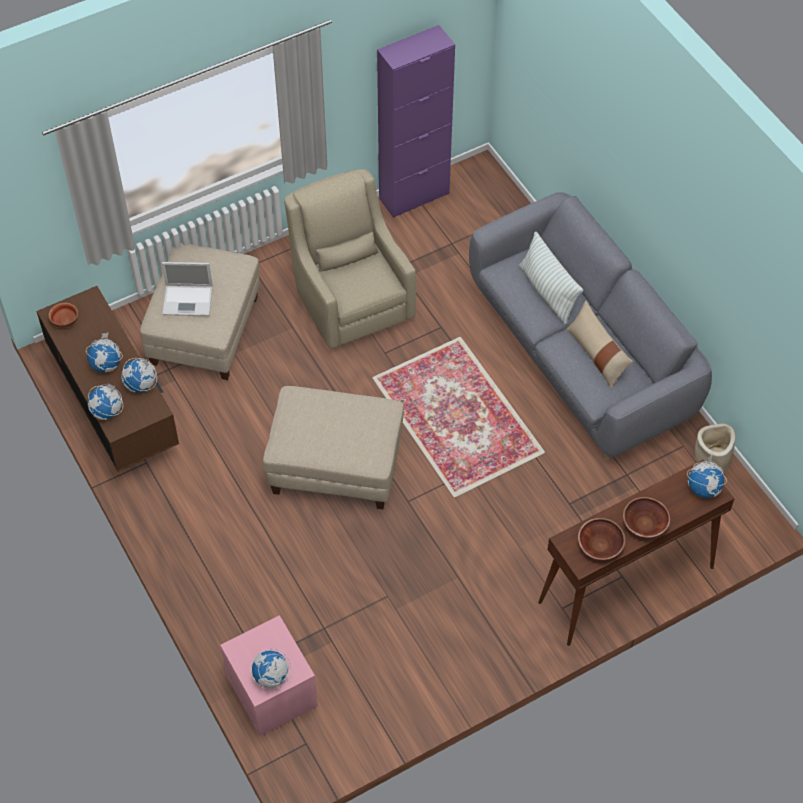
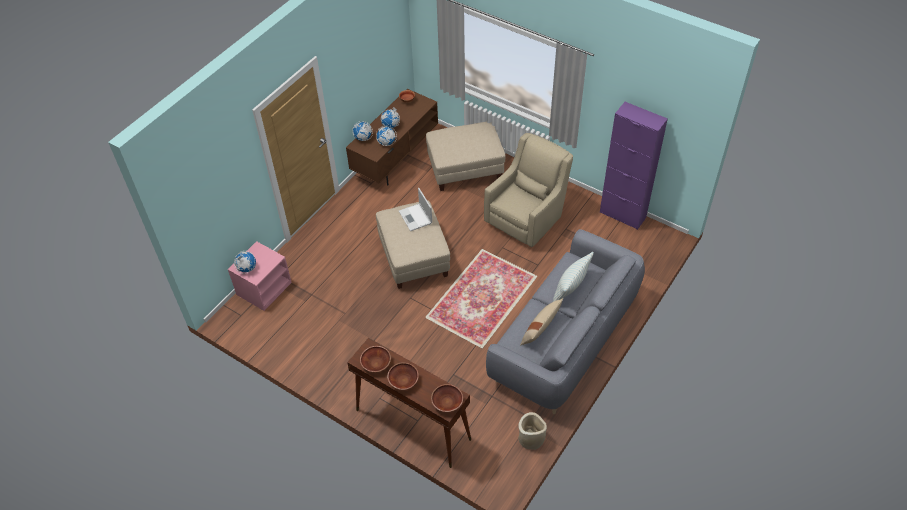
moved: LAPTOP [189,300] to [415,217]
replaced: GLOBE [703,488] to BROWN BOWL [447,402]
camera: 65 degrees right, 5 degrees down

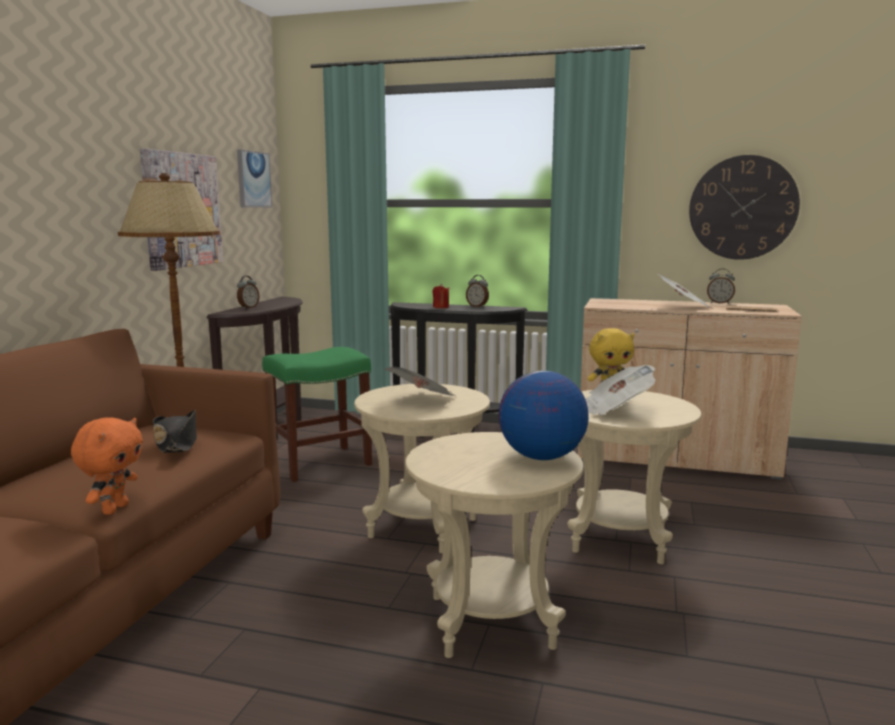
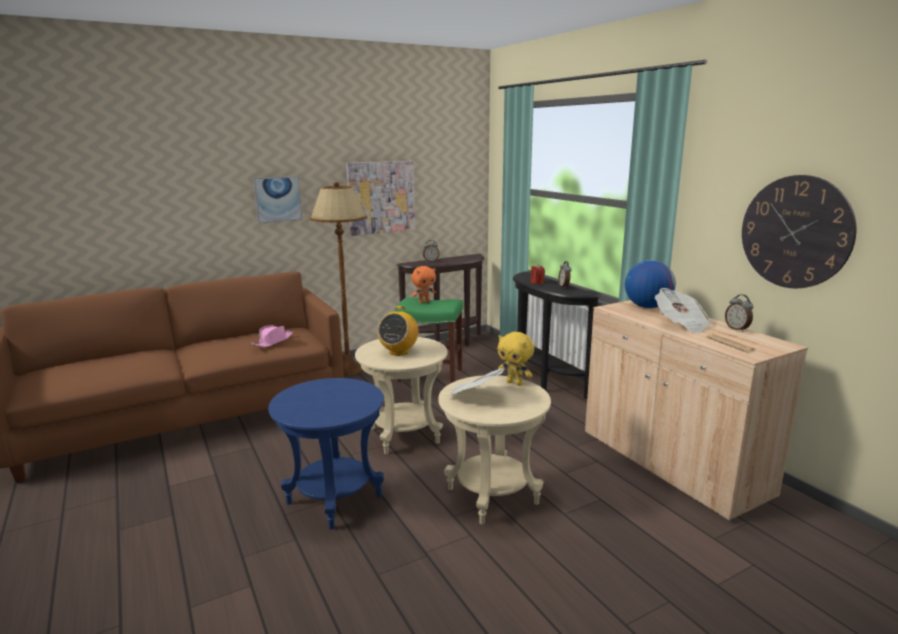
moved: PICTURE [253,179] to [277,199]; GLOBE [541,457] to [647,307]; ORANGE PLUSH TOY [114,509] to [424,302]
replaced: NEWSPAPER [422,400] to RADIO [398,352]
recoloured: BLACK HAT [177,443] to PINK HAT [273,341]; BEIGE SIDE TABLE [491,621] to BLUE SIDE TABLE [334,499]
camera: 45 degrees right, 5 degrees up

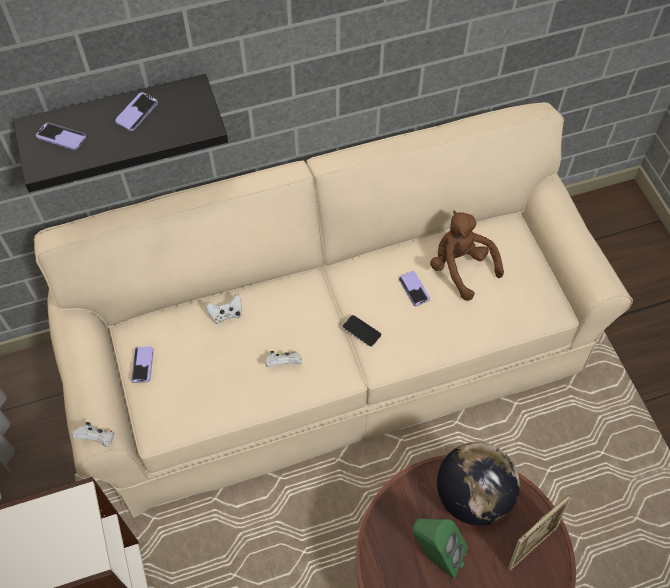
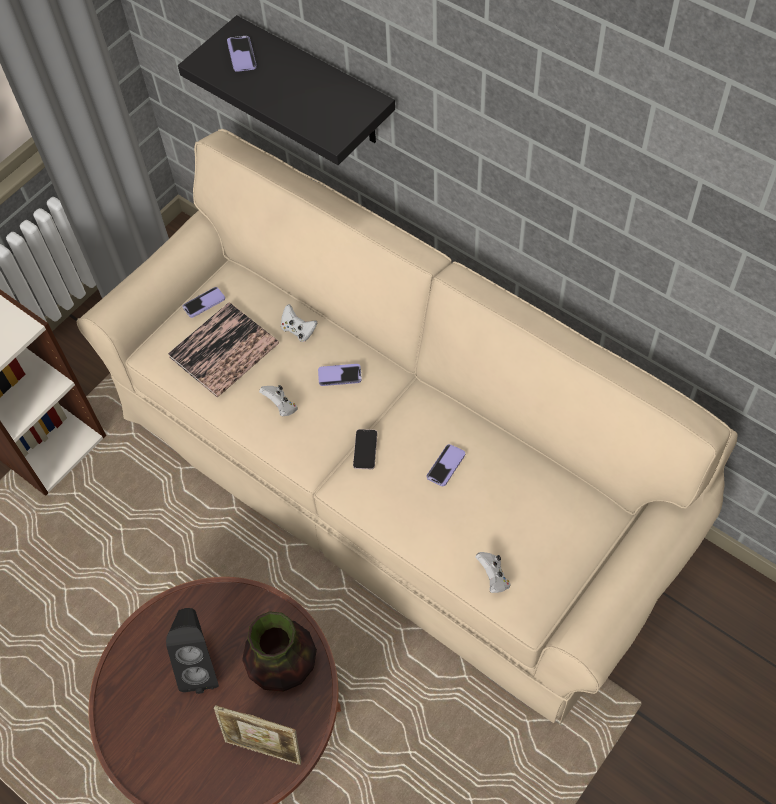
removed: BROWN PLUSH TOY [460,268]
added: BOOK [224,350]
moved: PHONE [137,113] to [339,375]; WHITE GAME CONTROLLER [97,439] to [493,577]
replaced: GLOBE [472,496] to VASE [283,665]
recoloured: GREEN SPEAKER [435,555] to BLACK SPEAKER [201,664]
camera: 60 degrees right, 0 degrees up

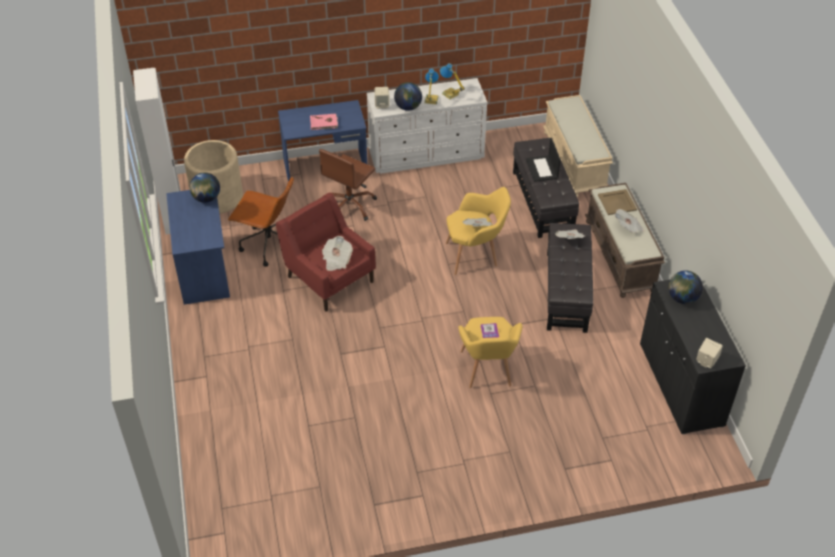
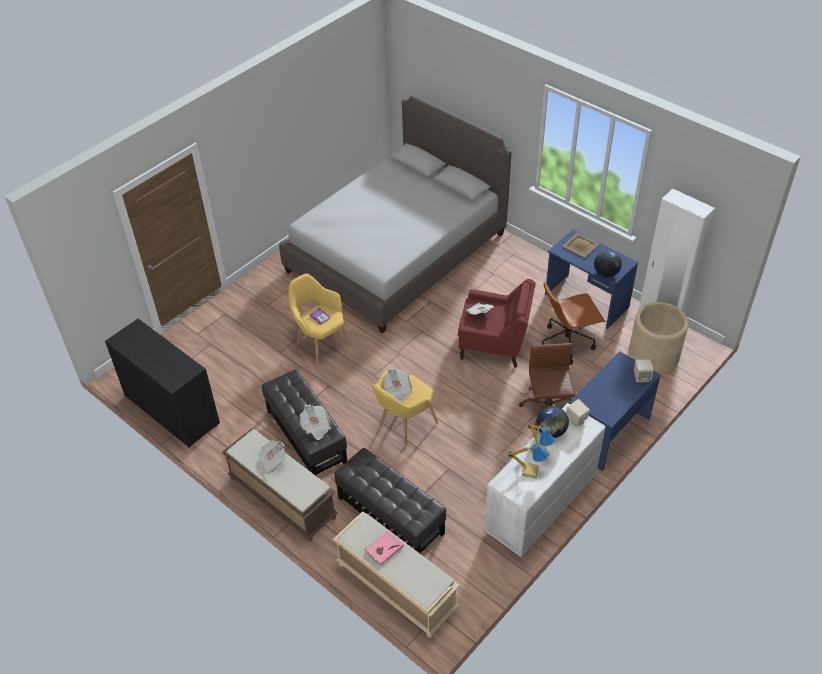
removed: LAPTOP [542,169]; GLOBE [682,298]
added: GREY BED [397,252]
moved: PINK BOOK [324,123] to [384,548]; BEIGE TRAY [616,202] to [581,245]; BEIGE SPEAKER [706,361] to [641,377]
camera: 145 degrees right, 0 degrees up

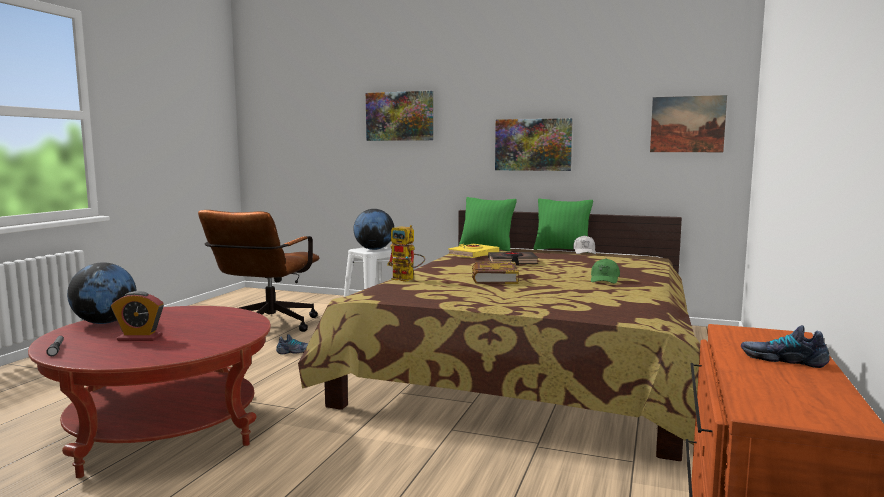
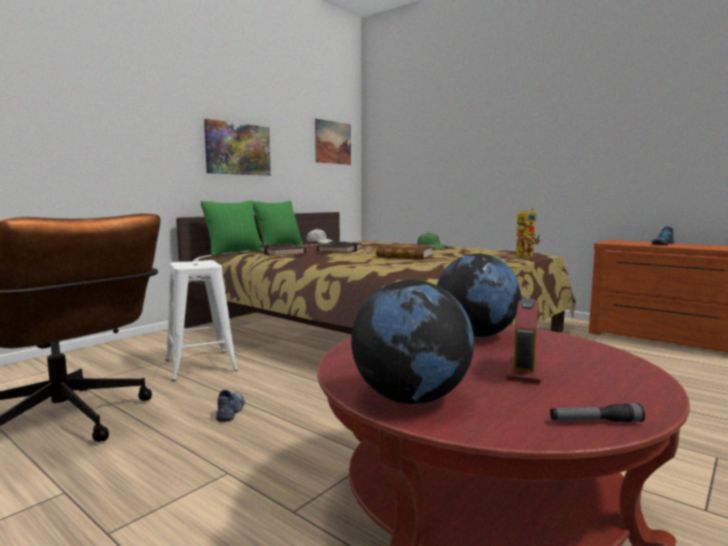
removed: PICTURE [399,116]
moved: GLOBE [374,249] to [475,335]; TOY ROBOT [407,279] to [525,256]
recoloured: YELLOW BOOK [473,254] to BLACK BOOK [282,253]
camera: 70 degrees left, 0 degrees up

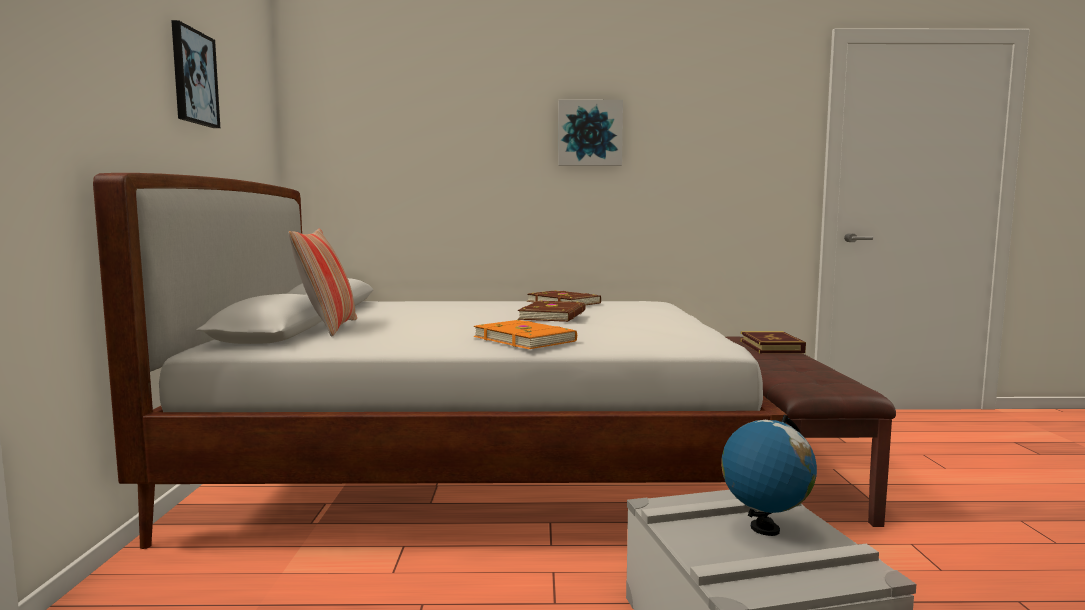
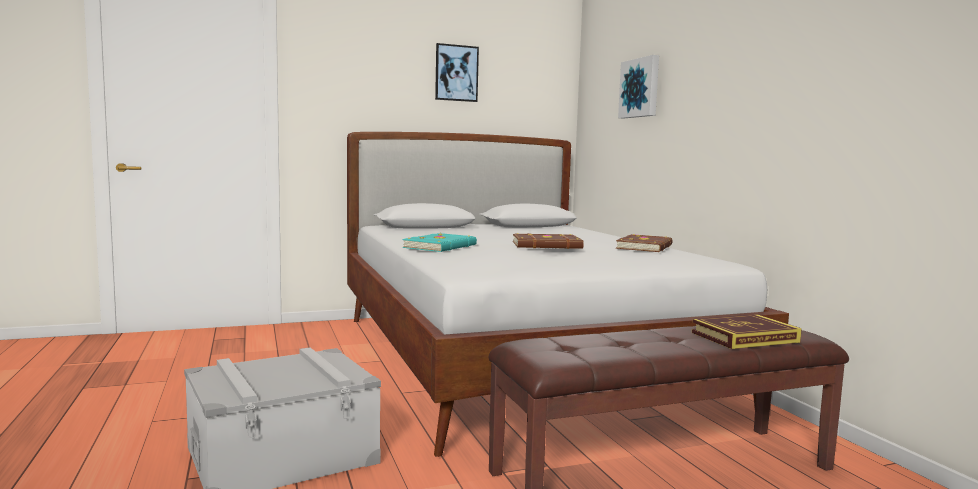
removed: PILLOW [328,327]; GLOBE [764,528]
moved: PICTURE [589,133] to [640,88]
recoloured: ORANGE BOOK [525,339] to TURQUOISE BOOK [441,246]
camera: 70 degrees right, 0 degrees up

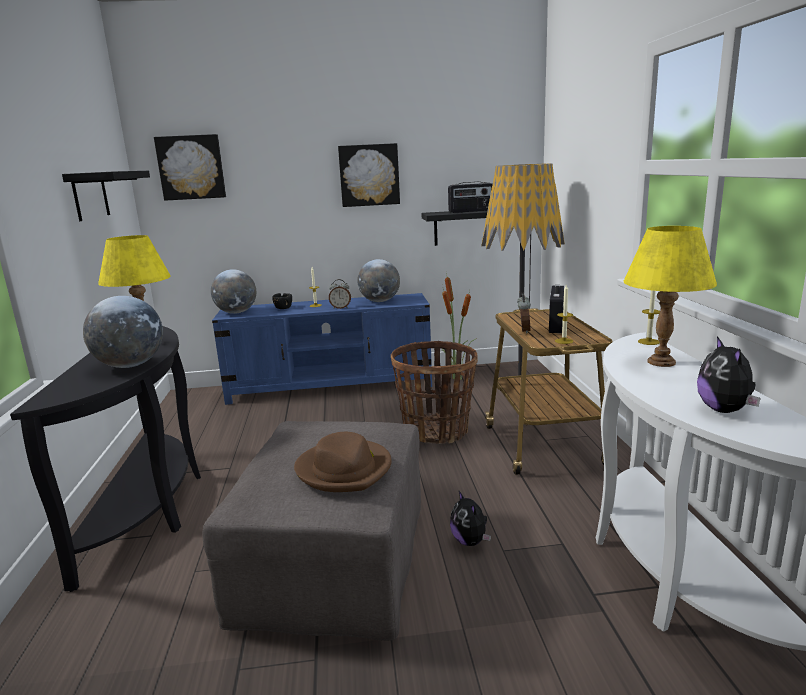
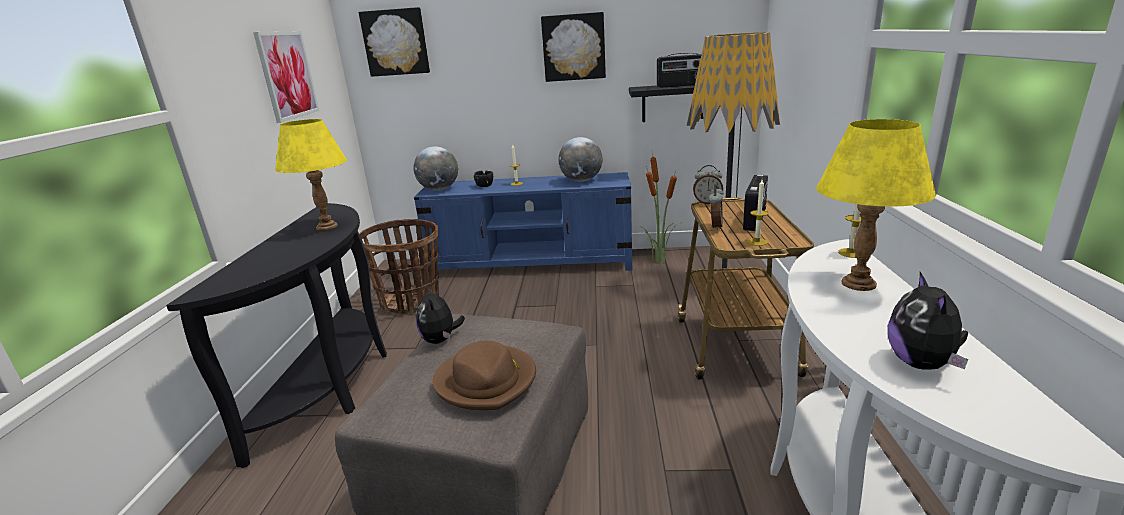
removed: GLOBE [130,365]
moved: ALARM CLOCK [340,308] to [707,203]; BASKET [436,431] to [411,302]; PLUSH TOY [470,541] to [441,340]
replaced: BLACK SHELF [90,195] to PICTURE [287,75]
camera: 10 degrees right, 5 degrees up

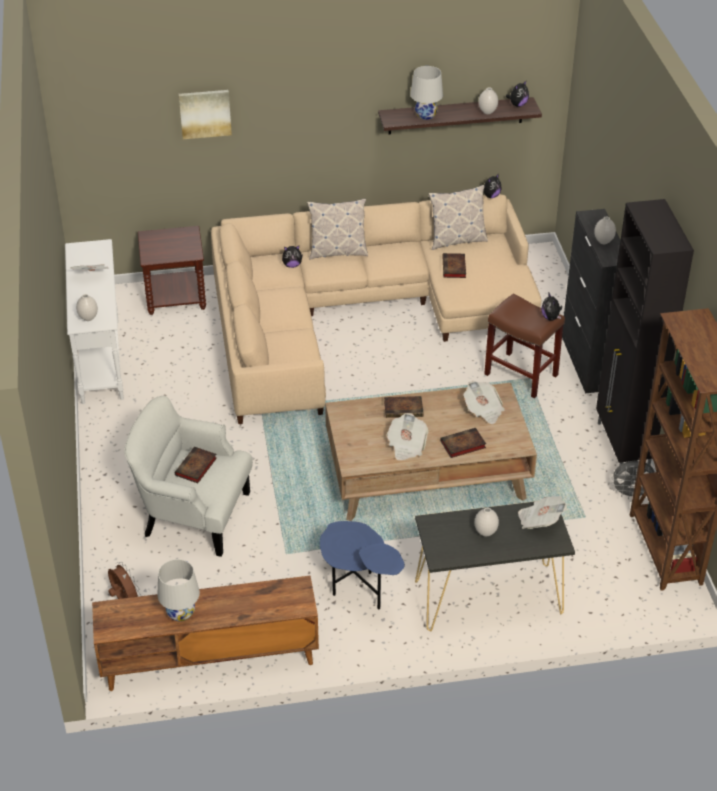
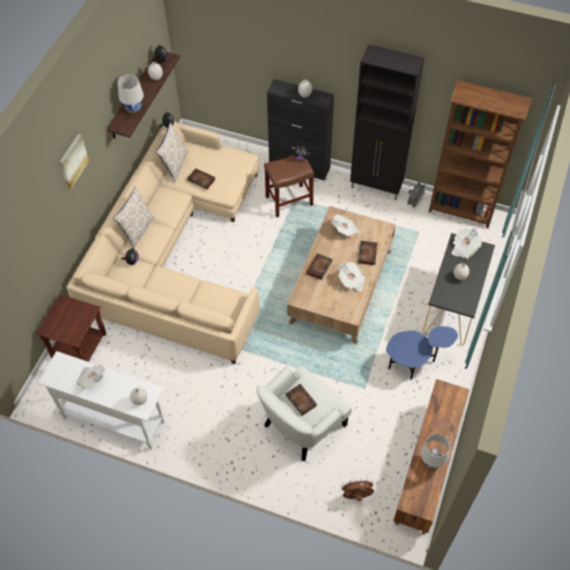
moved: PICTURE [205,113] to [73,161]
camera: 60 degrees left, 15 degrees up

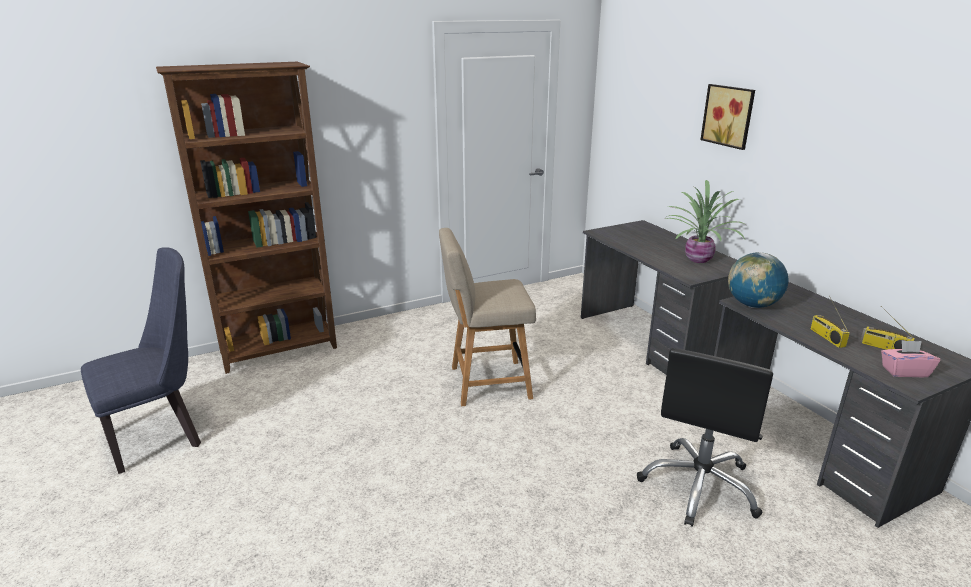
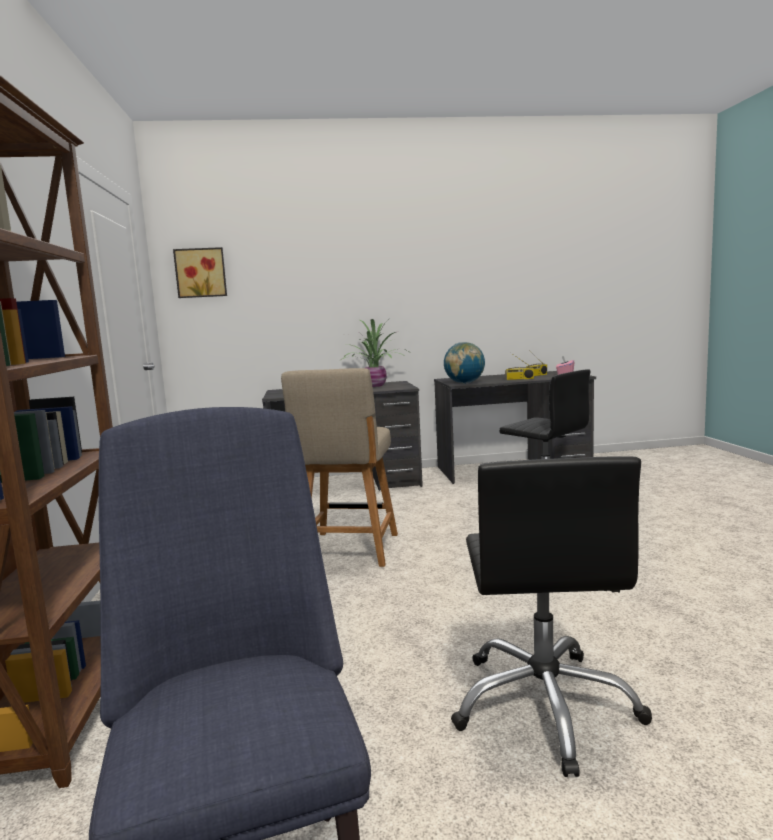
added: BLACK OFFICE CHAIR [545,705]
moved: PICTURE [729,116] to [201,273]
camera: 70 degrees left, 15 degrees down

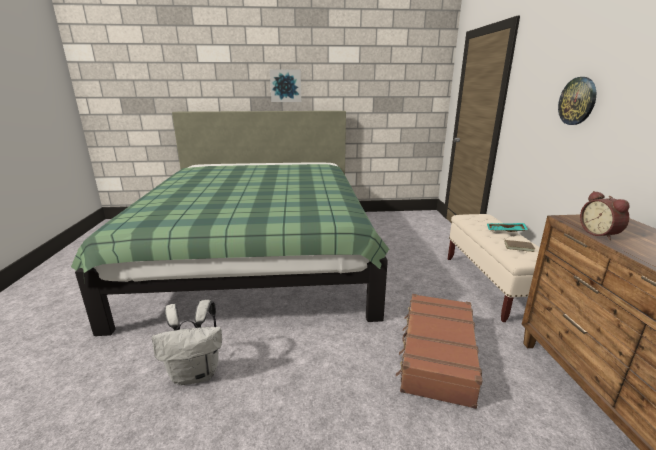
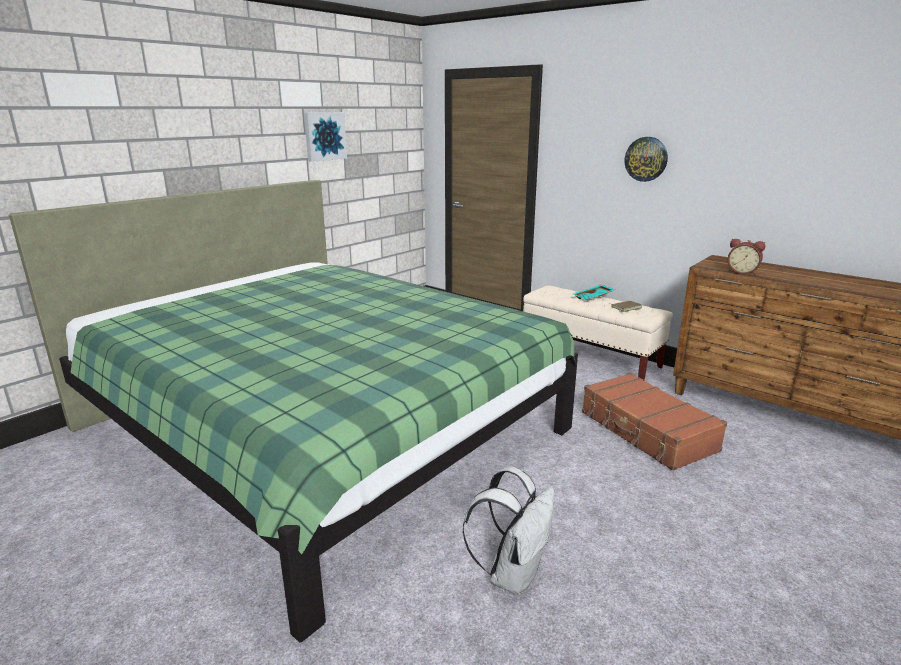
moved: PICTURE [285,85] to [324,136]
camera: 45 degrees left, 0 degrees up

